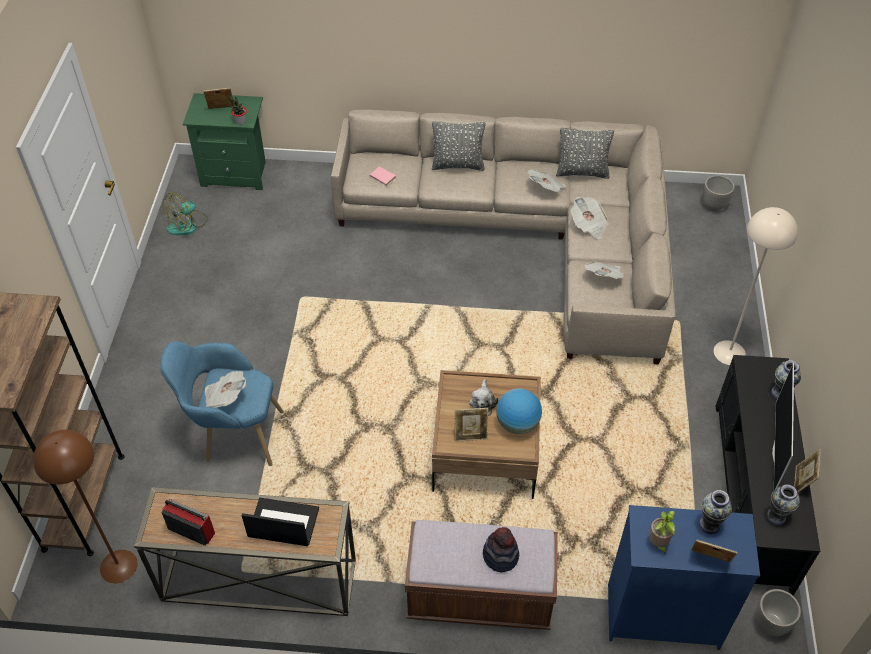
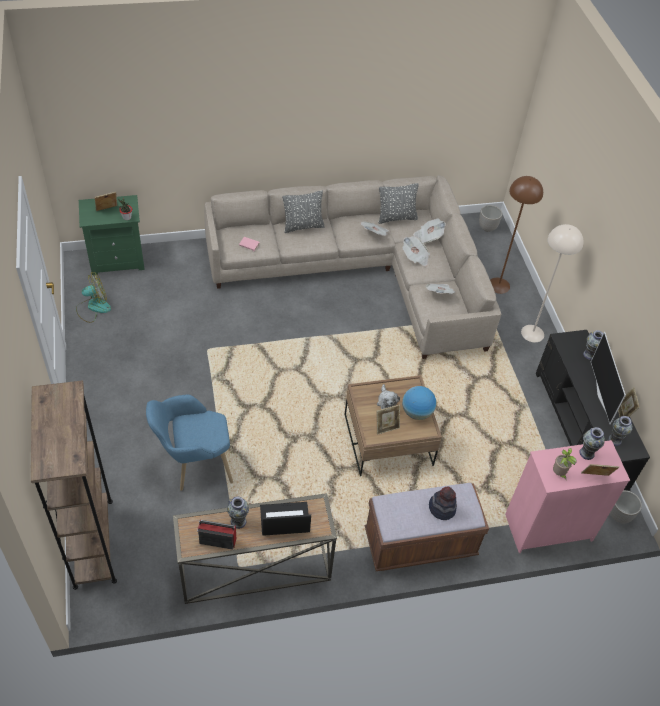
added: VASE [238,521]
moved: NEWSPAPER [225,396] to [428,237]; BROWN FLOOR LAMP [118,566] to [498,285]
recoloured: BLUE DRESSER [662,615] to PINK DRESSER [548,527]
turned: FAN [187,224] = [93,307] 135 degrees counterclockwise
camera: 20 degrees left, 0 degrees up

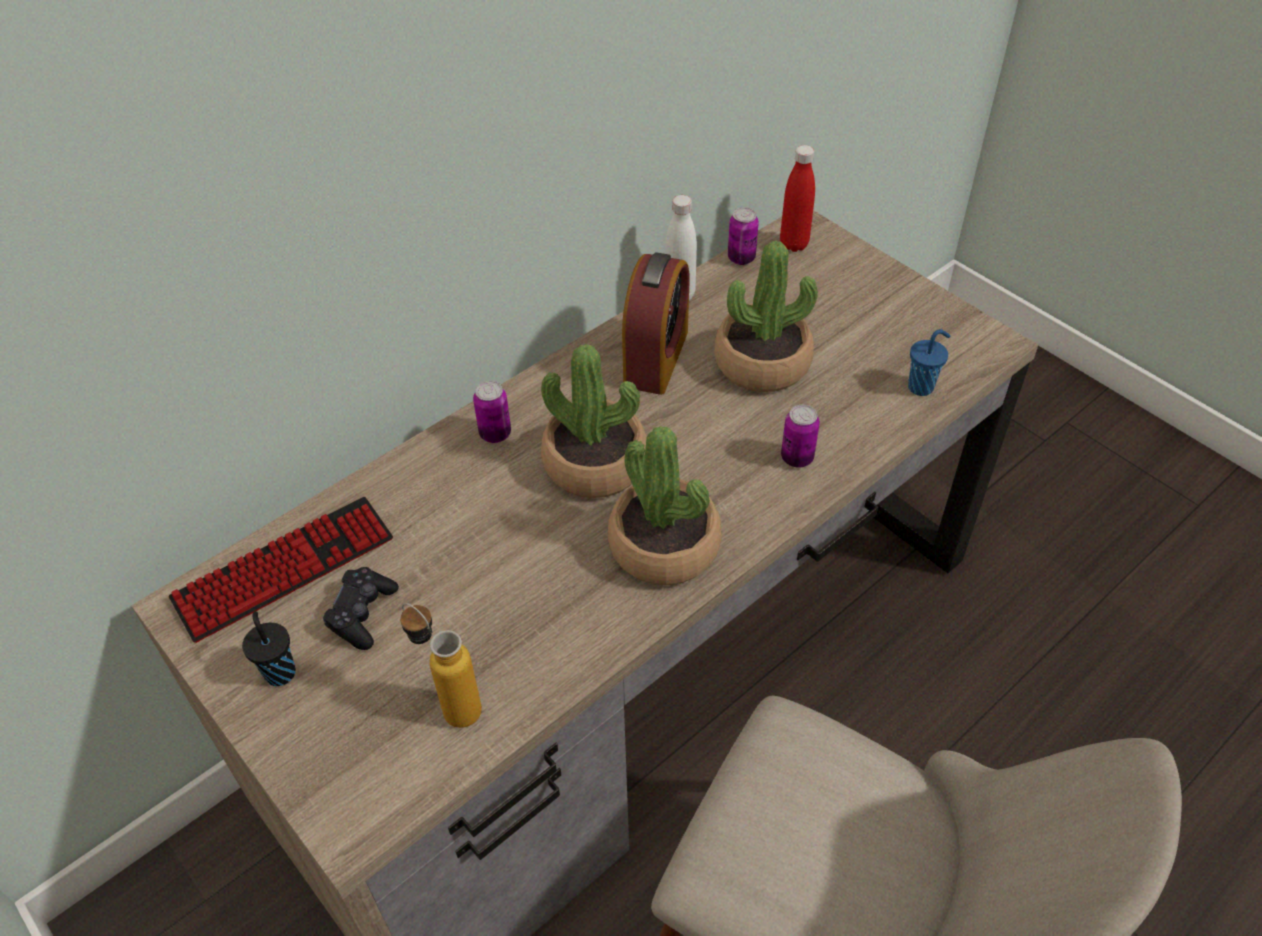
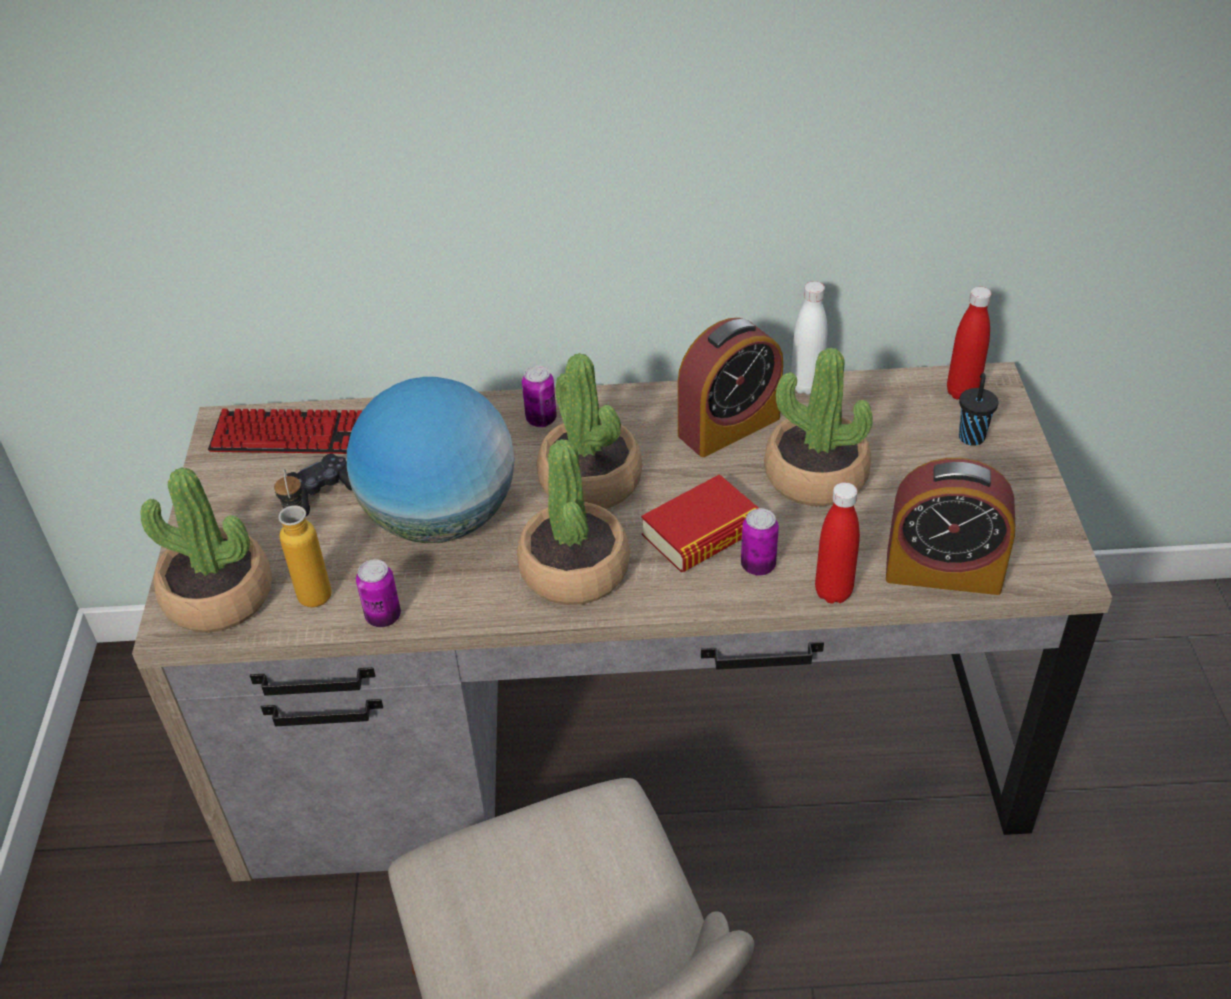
added: GLOBE [441,518]; POTTED PLANT [218,596]; BOOK [702,533]; RED BOTTLE [833,592]
moved: CAN [741,258] to [383,617]; BLACK CUP [279,671] to [971,436]
replaced: BLUE CUP [922,387] to ALARM CLOCK [943,571]
camera: 40 degrees right, 5 degrees down

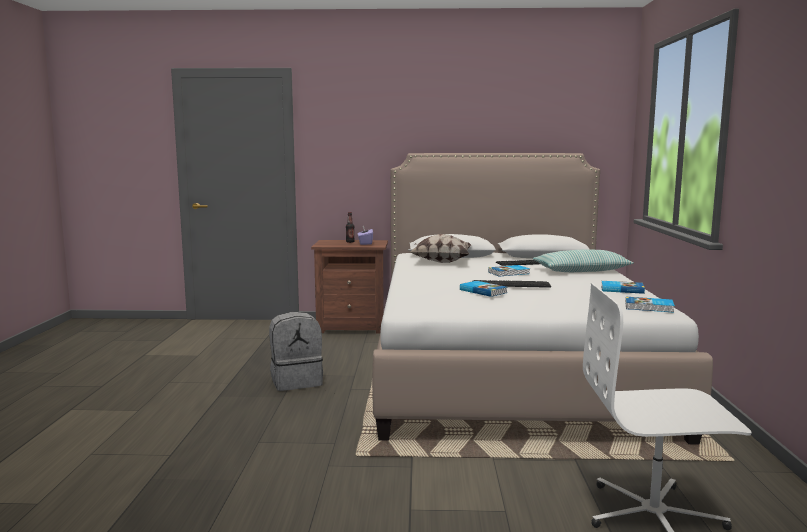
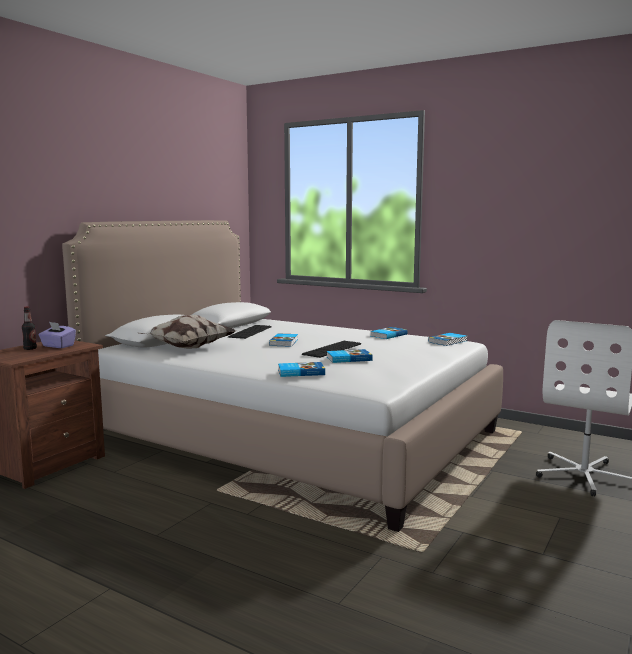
removed: PILLOW [582,271]; GREY BACKPACK [296,381]
added: BOOK [300,372]
camera: 60 degrees left, 0 degrees up

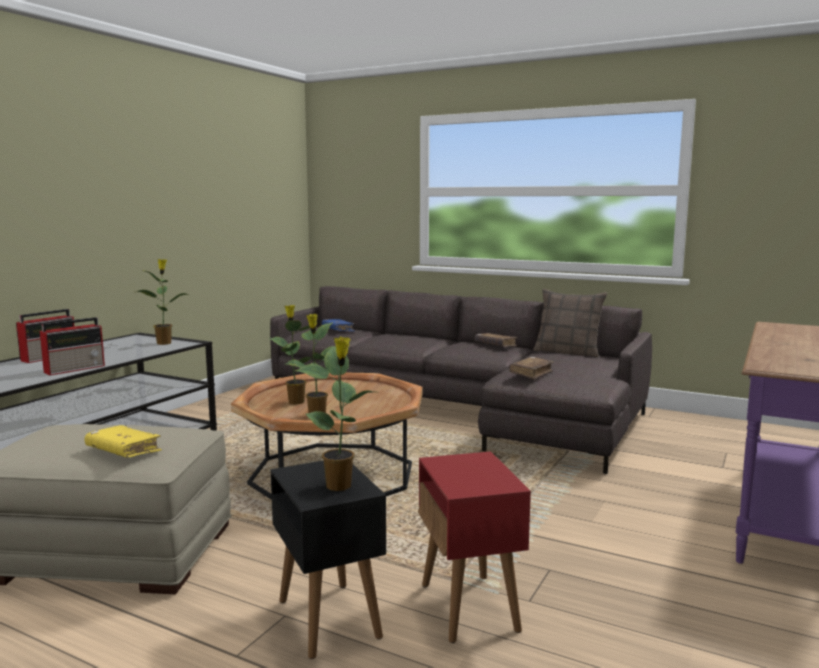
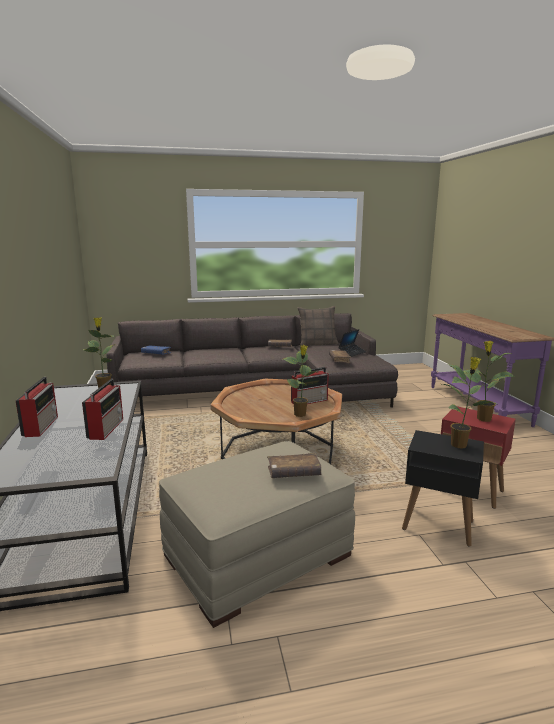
added: LAPTOP [352,352]; RADIO [310,401]
moved: POTTED PLANT [295,402] to [482,419]
recoloured: YELLOW BOOK [123,451] to BROWN BOOK [293,473]
camera: 40 degrees left, 5 degrees up

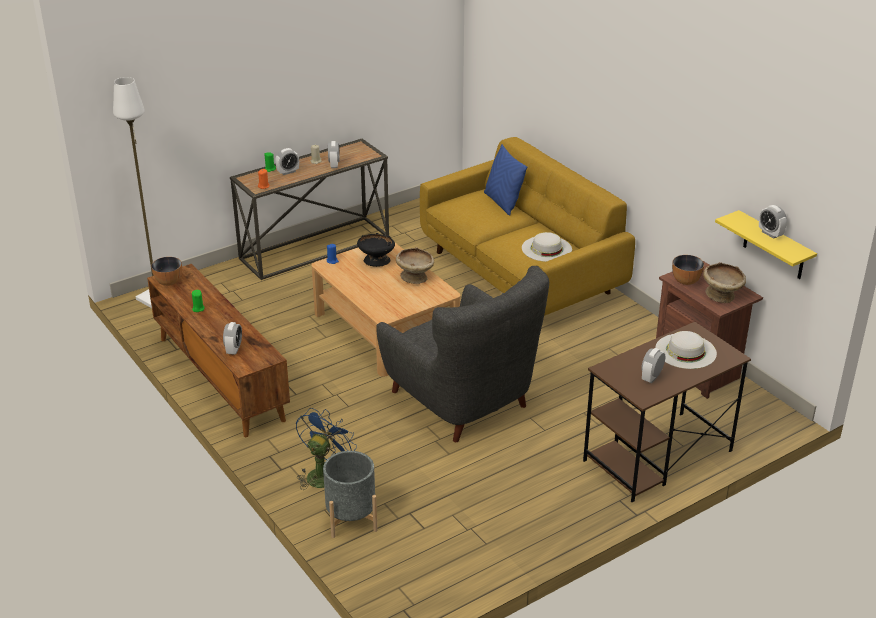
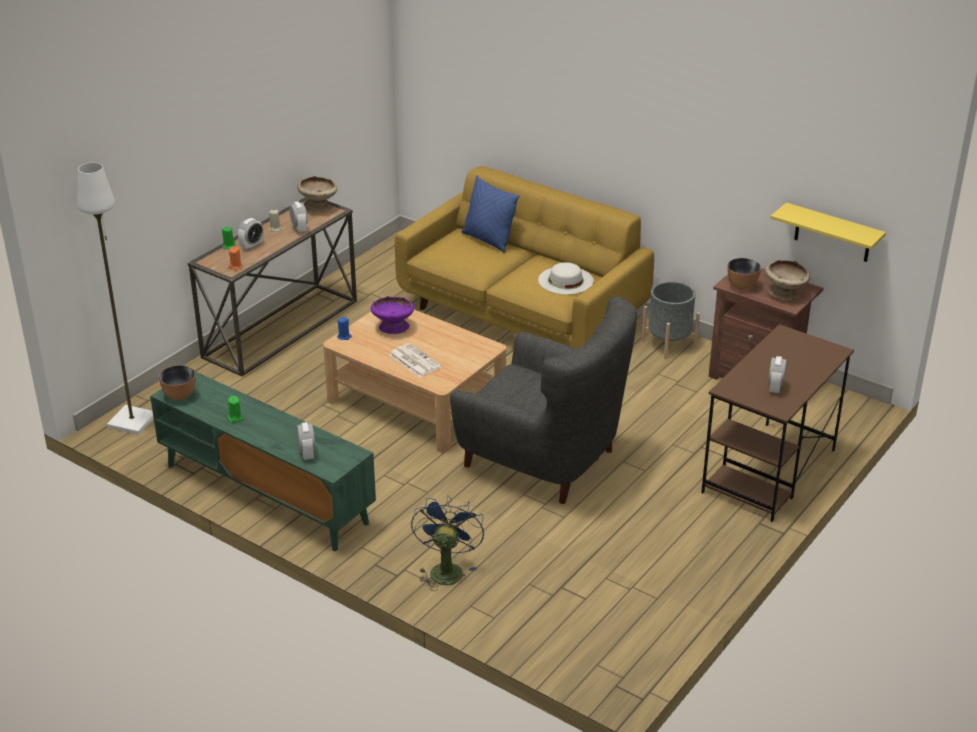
removed: ALARM CLOCK [770,234]; WHITE HAT [685,351]
added: NEWSPAPER [414,361]
moved: BEIGE BOWL [415,277] to [318,206]; GREY PLANTER [351,519] to [669,343]
recoloured: BLACK BOWL [376,261] to PURPLE BOWL [393,328]; BROWN TV STAND [219,378] to GREEN TV STAND [264,494]
camera: 20 degrees left, 0 degrees up

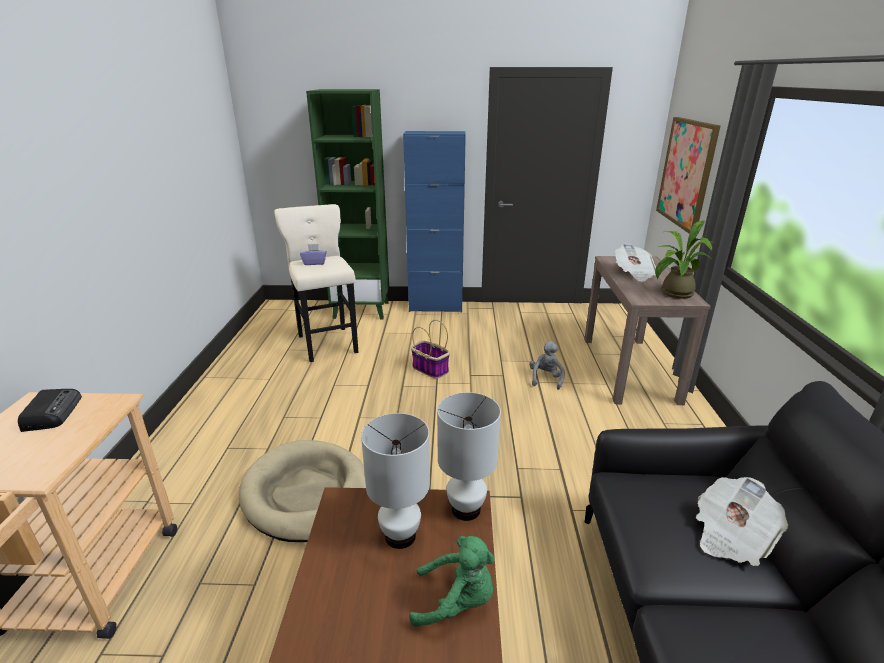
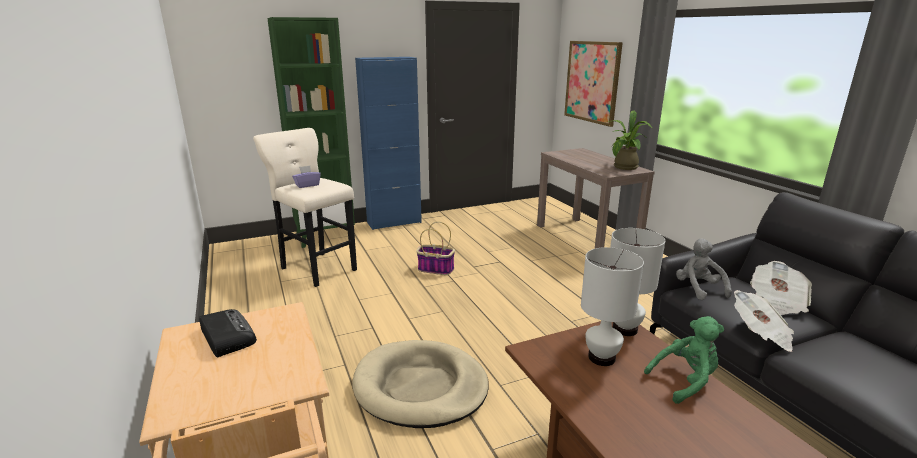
moved: NEWSPAPER [634,273] to [761,334]; GREY PLUSH TOY [545,379] to [698,289]
camera: 25 degrees left, 5 degrees down

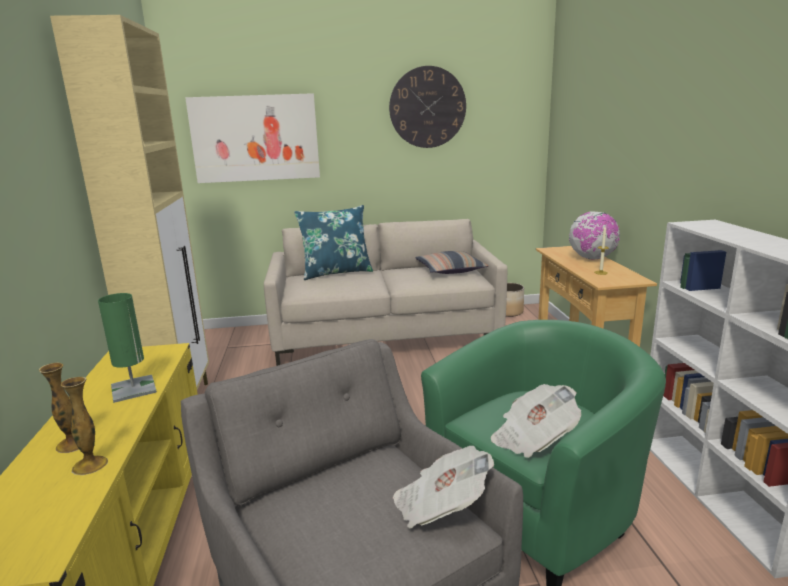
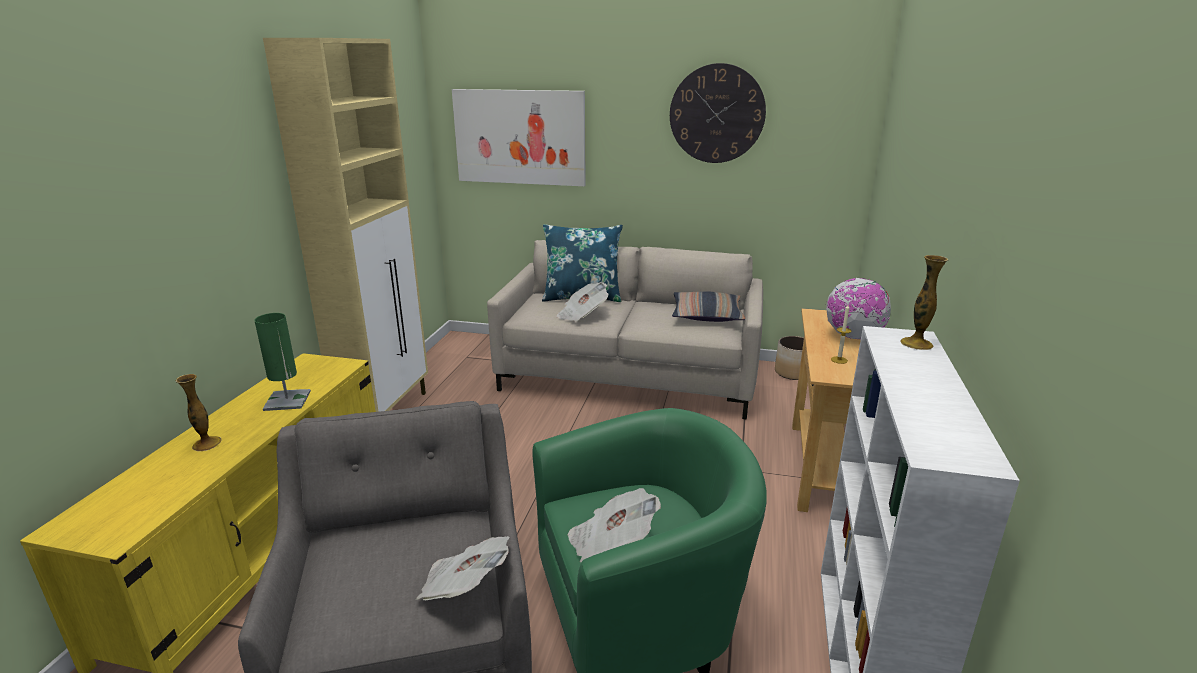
added: NEWSPAPER [582,315]
moved: VASE [90,465] to [916,344]
camera: 20 degrees right, 5 degrees up

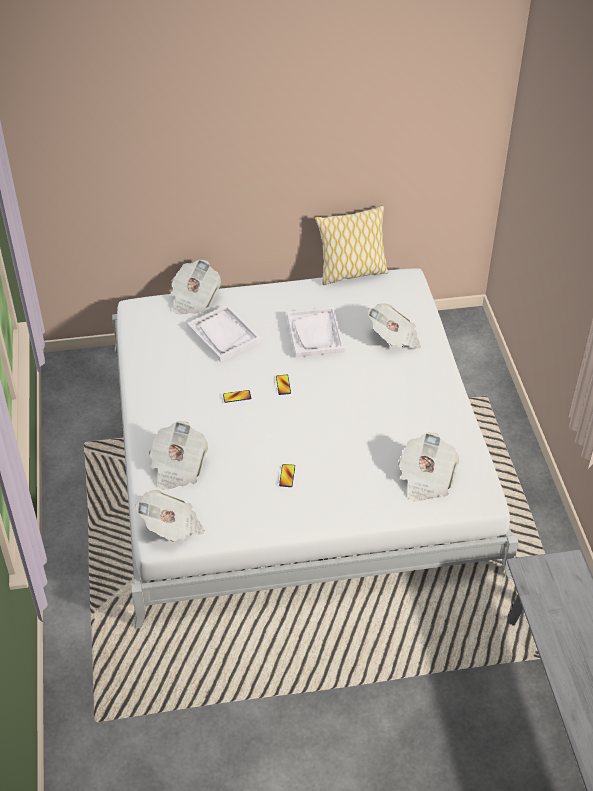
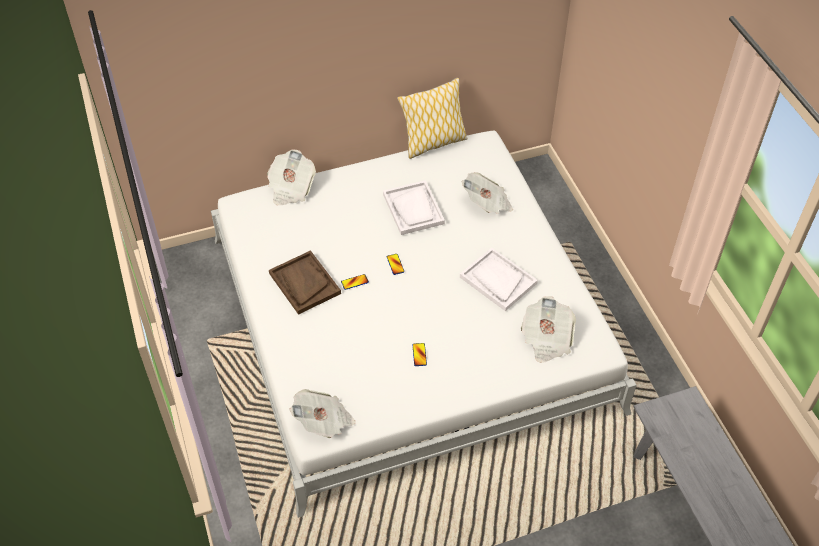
removed: NEWSPAPER [178,467]
added: BROWN TRAY [304,283]
moved: WHITE TRAY [223,335] to [497,280]
camera: 10 degrees left, 5 degrees up

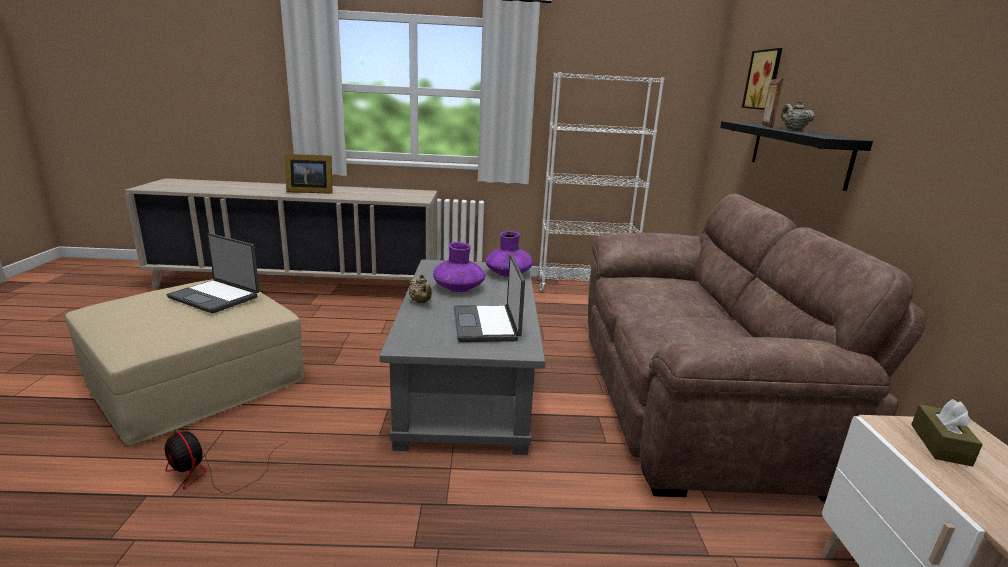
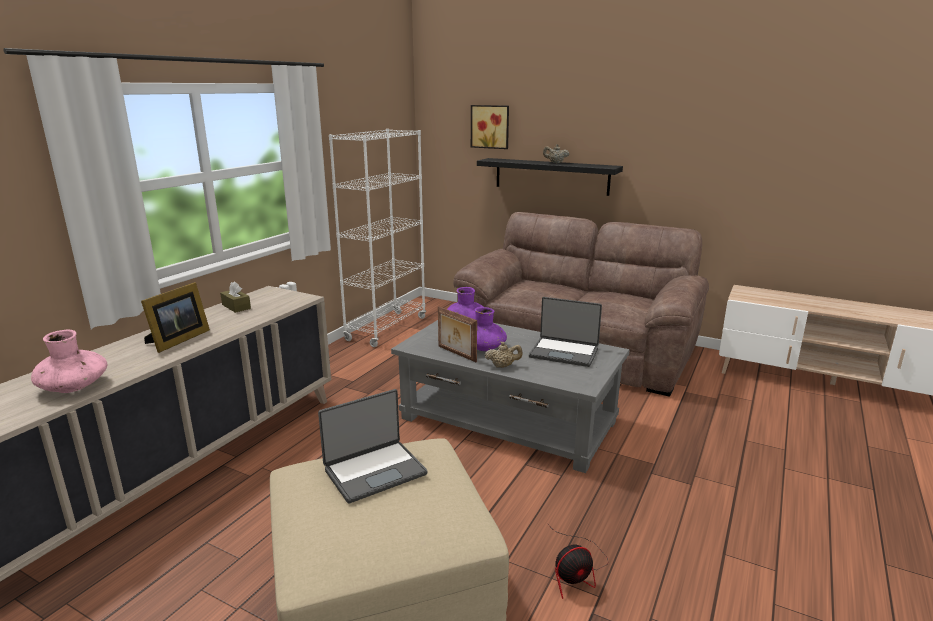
added: PINK VASE [74,387]
moved: PICTURE FRAME [766,126] to [456,354]; BROWN TISSUE BOX [940,444] to [236,306]
camera: 60 degrees left, 0 degrees up

